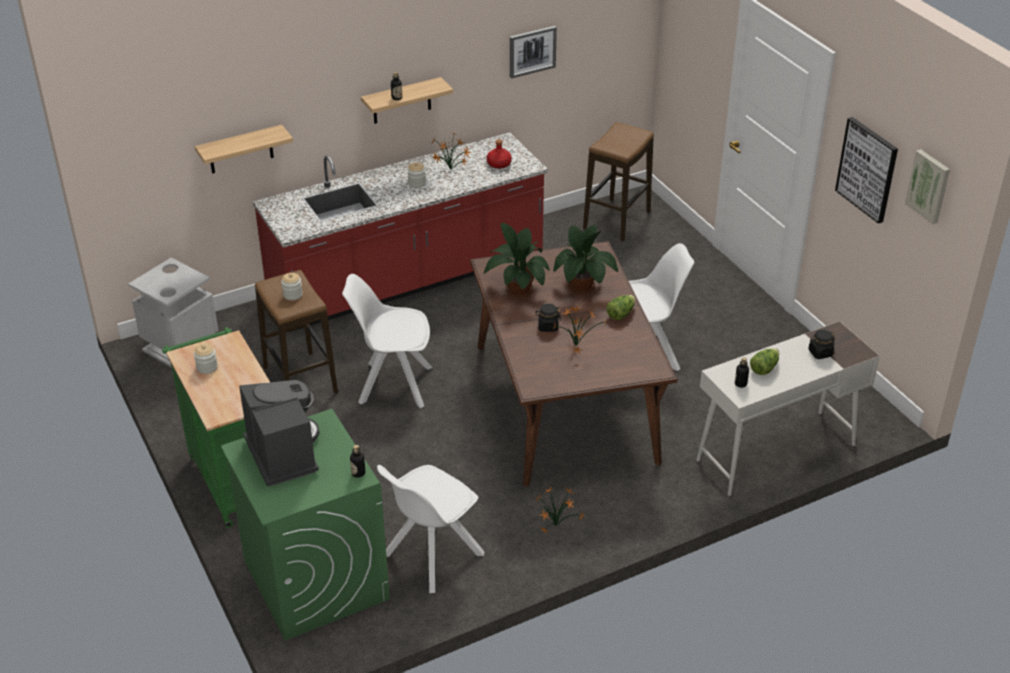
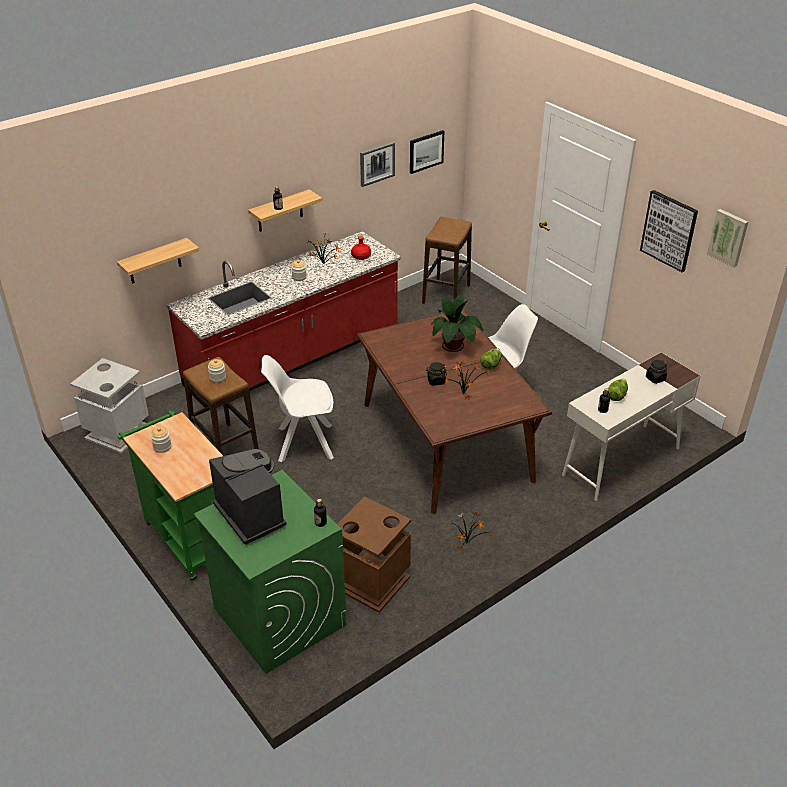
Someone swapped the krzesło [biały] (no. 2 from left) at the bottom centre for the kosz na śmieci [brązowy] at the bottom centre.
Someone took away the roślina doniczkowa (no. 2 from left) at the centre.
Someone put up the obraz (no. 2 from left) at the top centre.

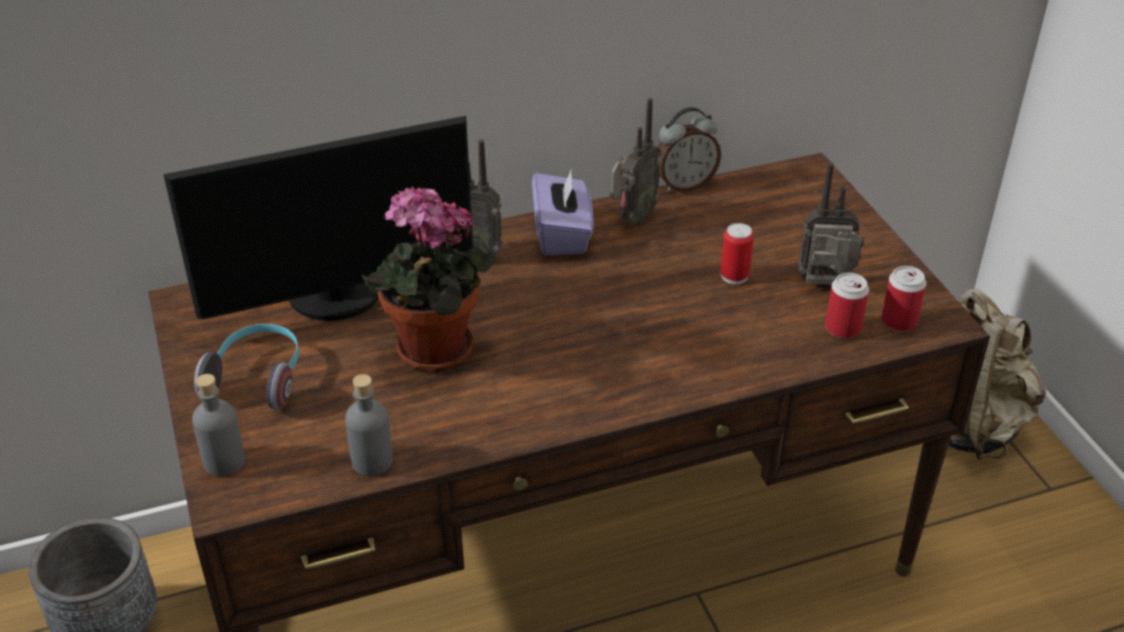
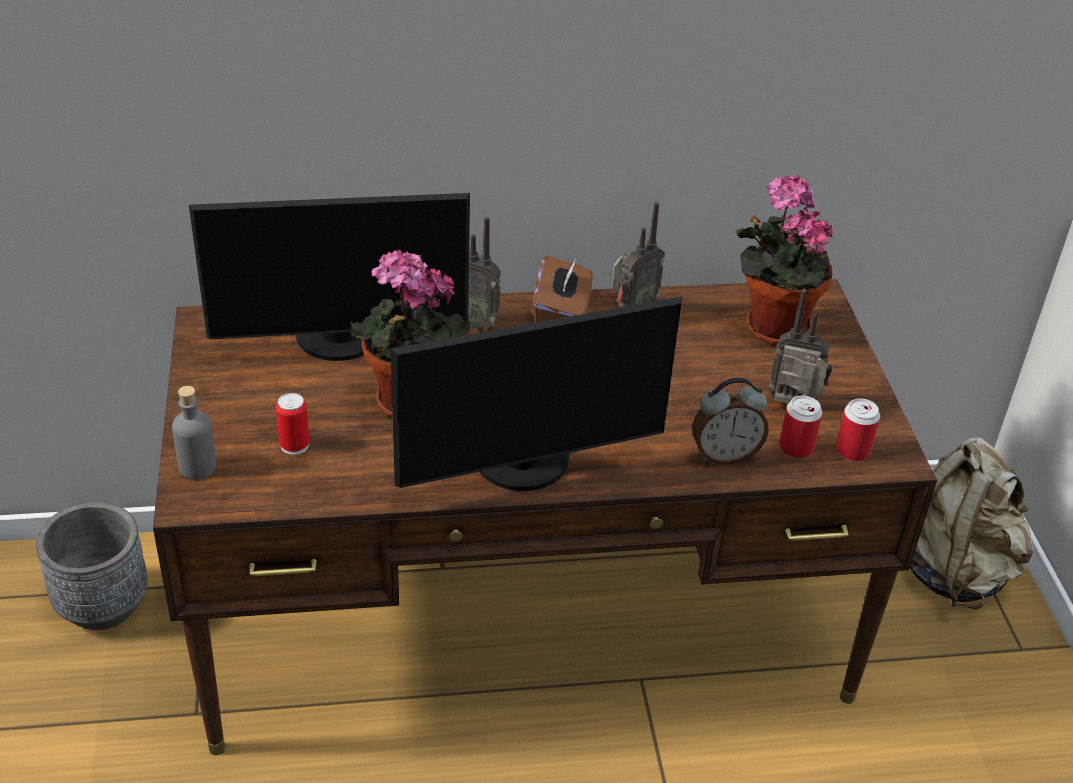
Someone took away the słuchawki at the middle left.
Someone took away the butelka [szary] (no. 2 from left) at the bottom left.
Someone repainted the pudełko chusteczek [fioletowy] at the centre, which became the pudełko chusteczek [brązowy] at the centre.
Someone carried the budzik from the top centre to the middle right.
Someone carried the puszka (no. 1 from left) from the centre to the middle left.
Someone put down the monitor (no. 2 from left) at the centre.
Someone put down the roślina doniczkowa (no. 2 from left) at the top right.

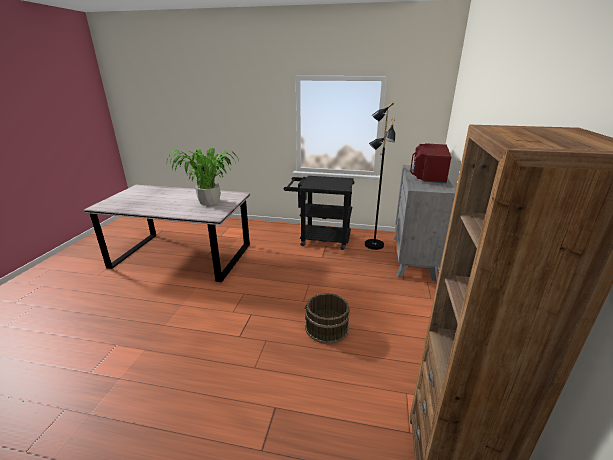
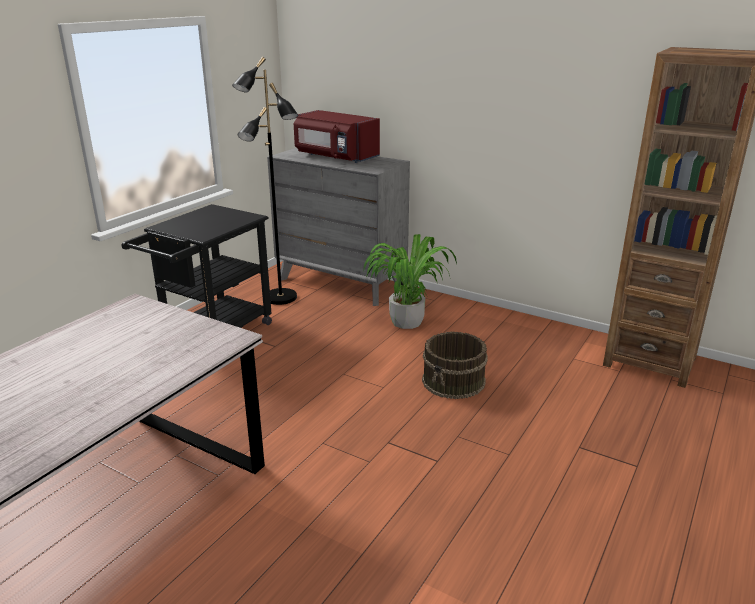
Someone carried the roślina doniczkowa from the middle left to the centre.

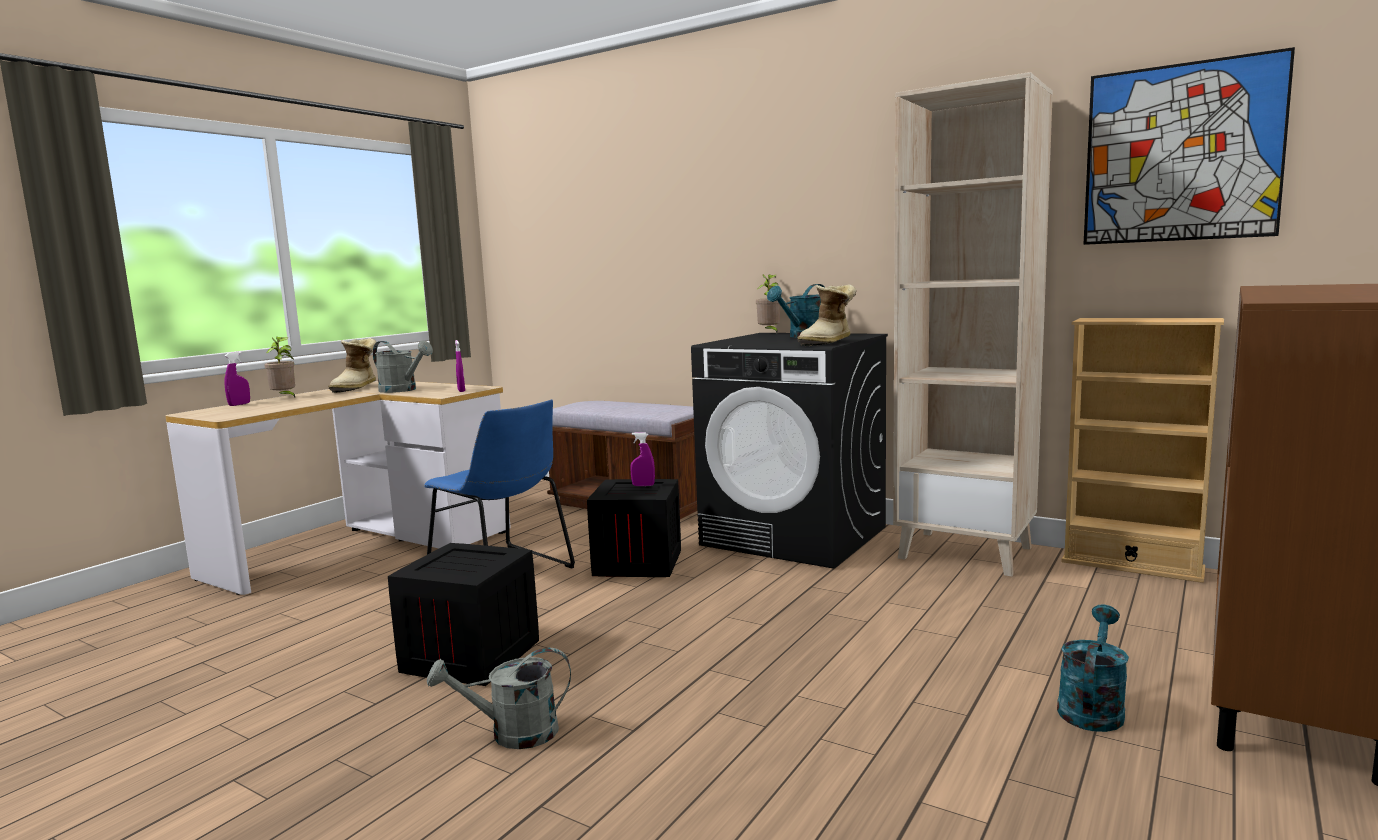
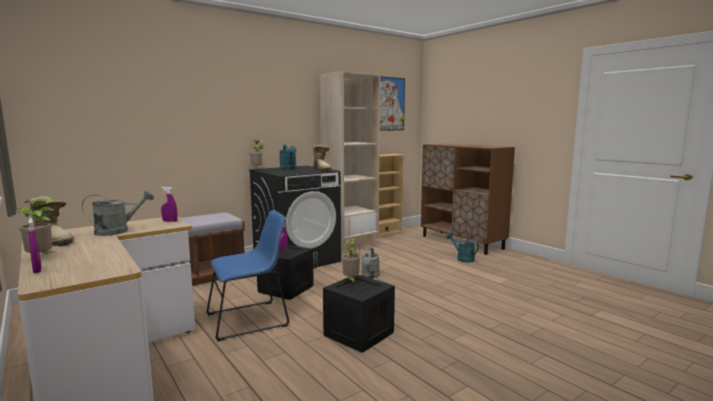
Someone carried the konewka [szary] (no. 2 from left) from the bottom centre to the centre.
Someone put down the roślina doniczkowa (no. 3 from left) at the centre.

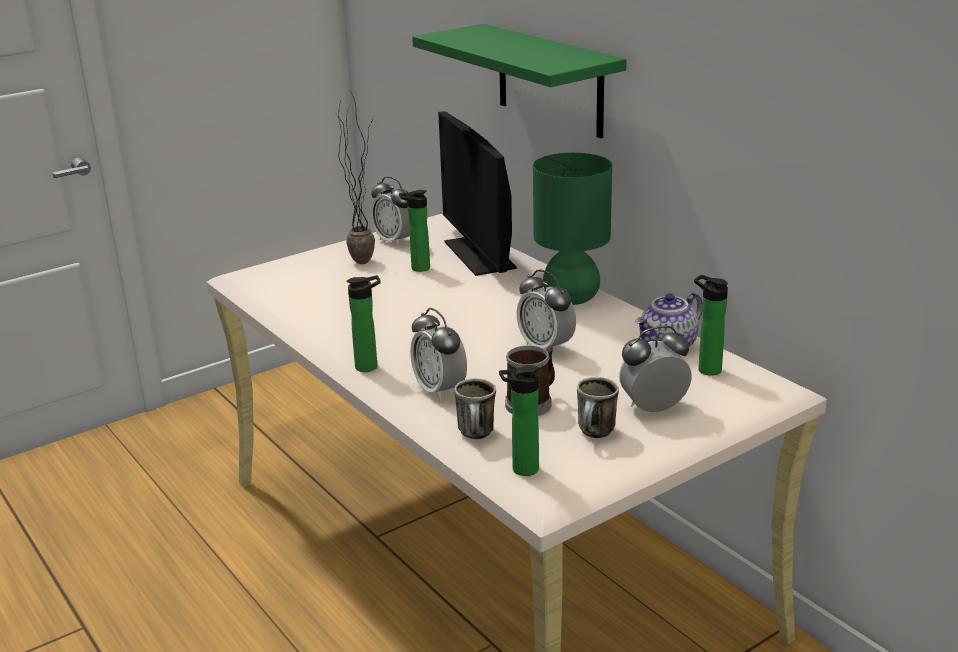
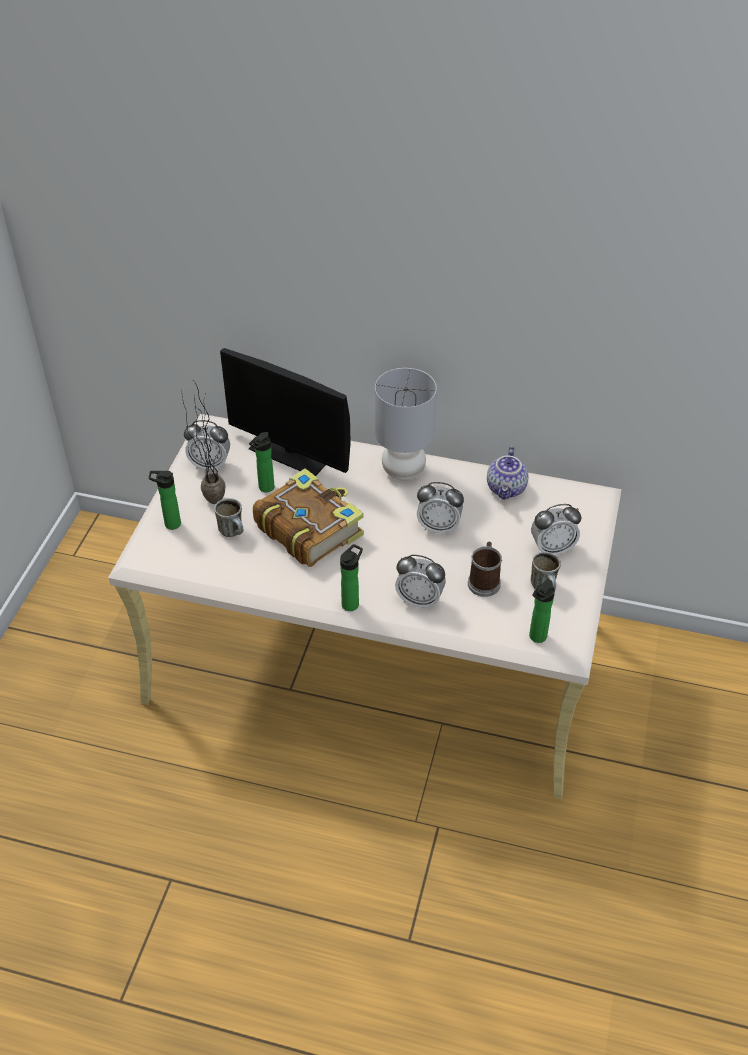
Someone took away the półka [zielony] at the top centre.
Someone carried the kubek (no. 1 from left) from the centre to the middle left.
Someone repainted the lampa stołowa [zielony] at the centre, which became the lampa stołowa [szary] at the centre.
Someone rotated the budzik (no. 4 from left) at the middle right by 135 degrees counterclockwise.
Someone carried the butelka (no. 4 from left in the first image) from the middle right to the middle left.
Someone put down the książka at the centre.

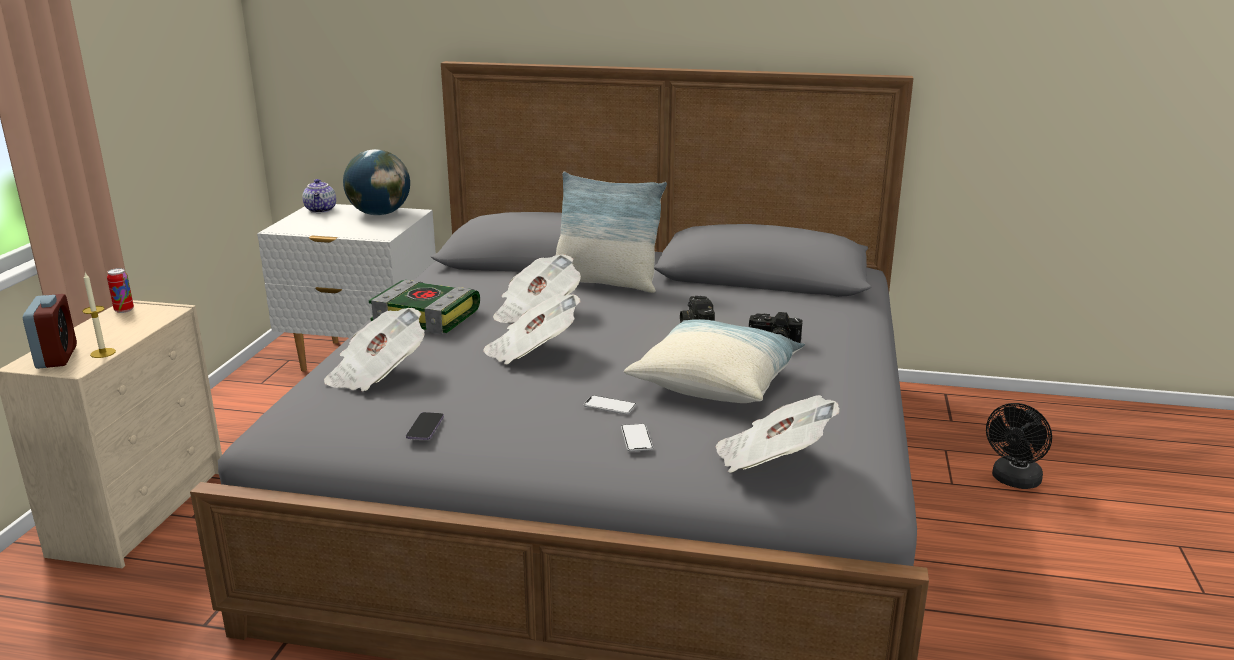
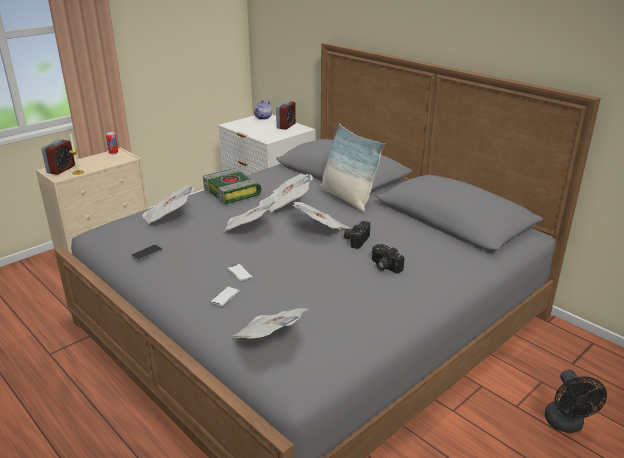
Someone swapped the globus at the top left for the budzik (no. 2 from left) at the top centre.
Someone took away the poduszka (no. 2 from left) at the centre.
Someone rotated the wentylator [czarny] at the bottom right by 75 degrees counterclockwise.
Someone put down the gazeta (no. 5 from left) at the centre.

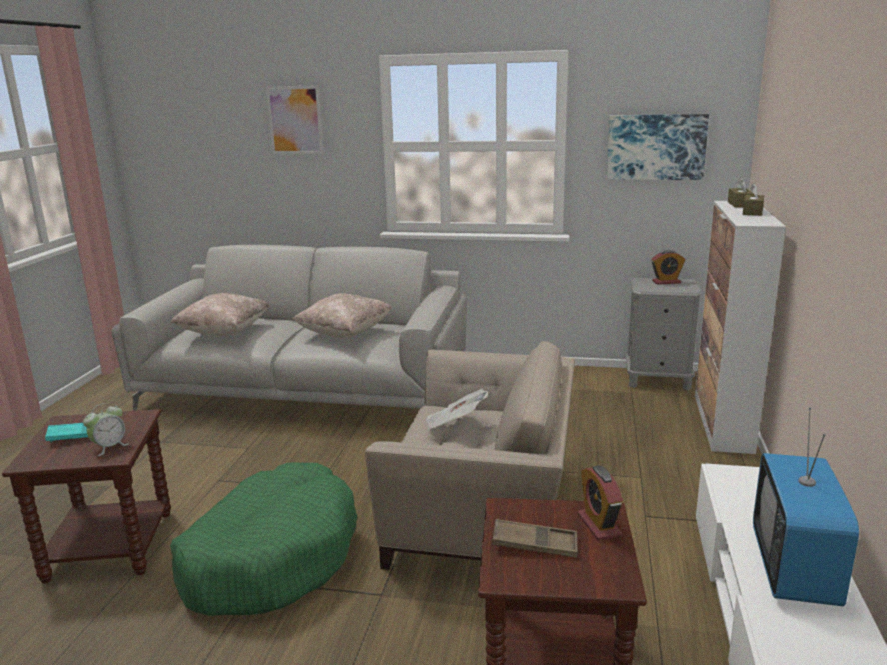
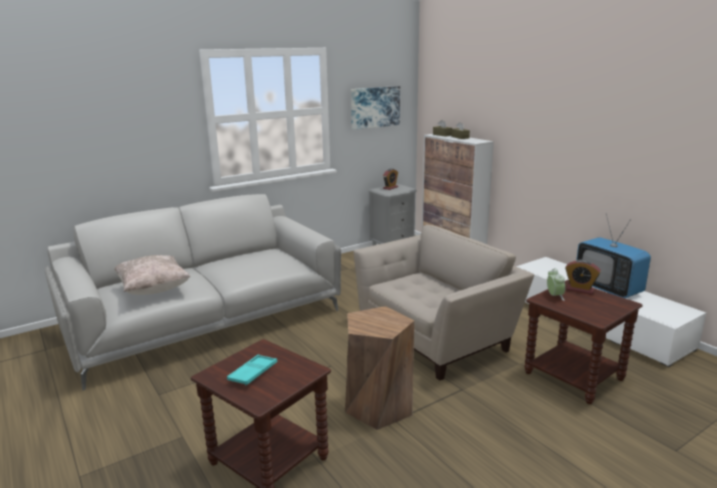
Someone carried the budzik (no. 1 from left in the first image) from the middle left to the middle right.
Someone swapped the legowisko [zielony] at the bottom left for the stołek [brązowy] at the bottom centre.
Someone took away the obraz (no. 1 from left) at the top left.
Someone took away the poduszka [beżowy] (no. 2 from left) at the centre.
Someone took away the gazeta at the centre.
Someone took away the taca [brązowy] at the bottom centre.

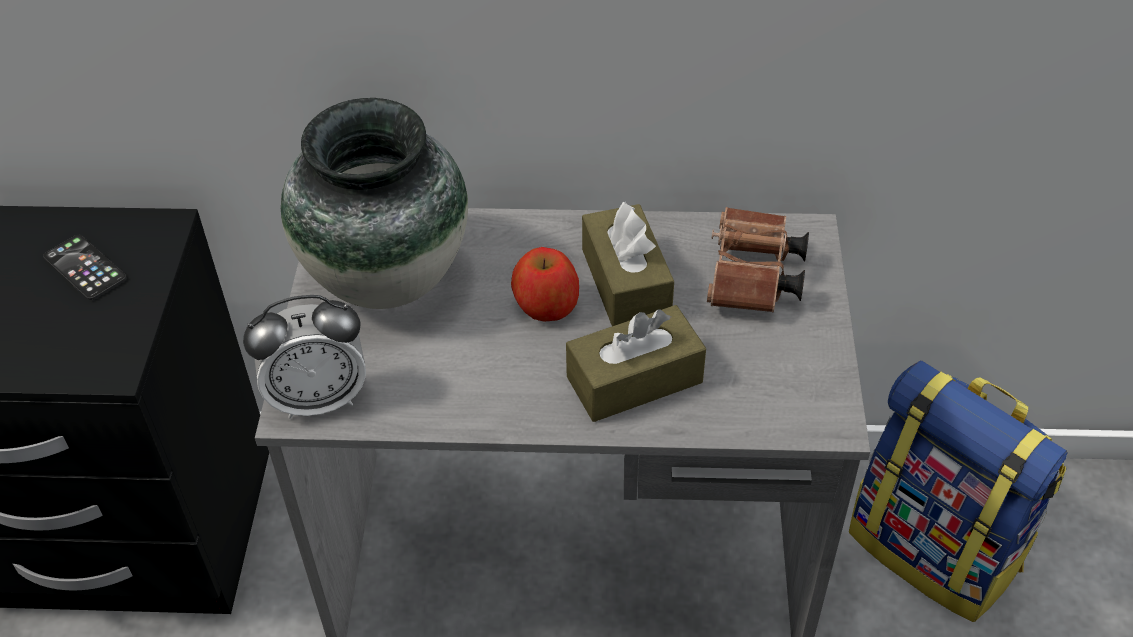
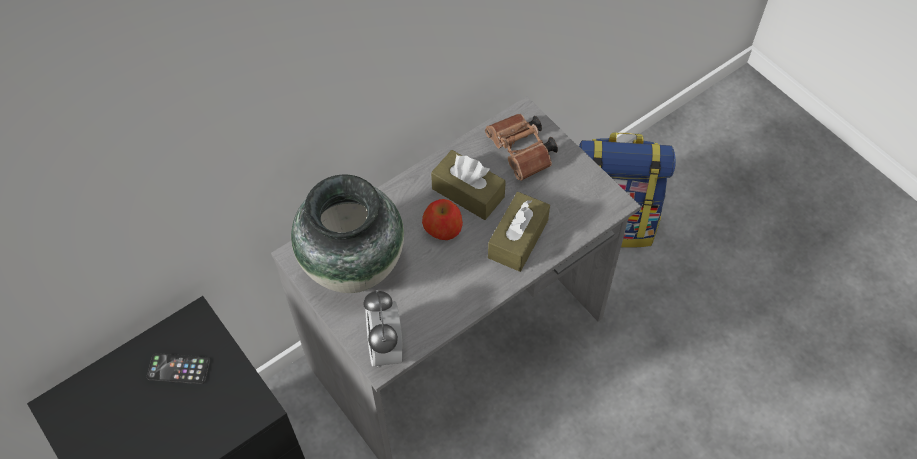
Someone rotated the budzik at the middle left by 135 degrees clockwise.

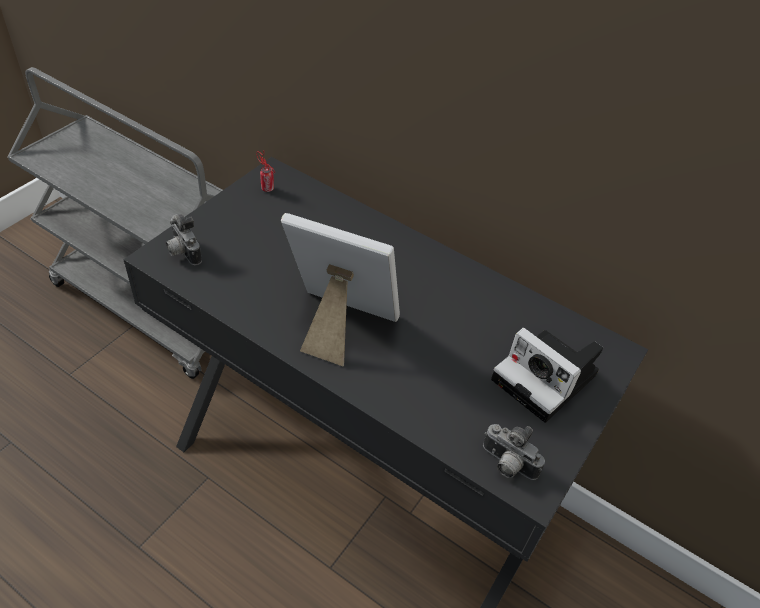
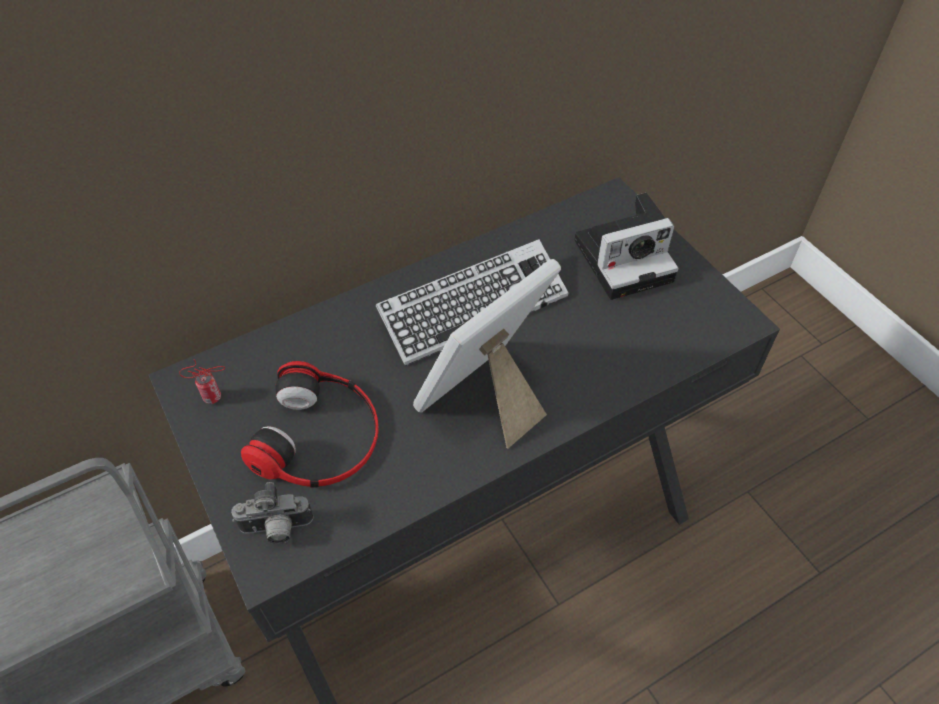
Someone took away the aparat fotograficzny (no. 2 from left) at the bottom right.
Someone put down the słuchawki at the middle left.
Someone put down the klawiatura at the centre.

